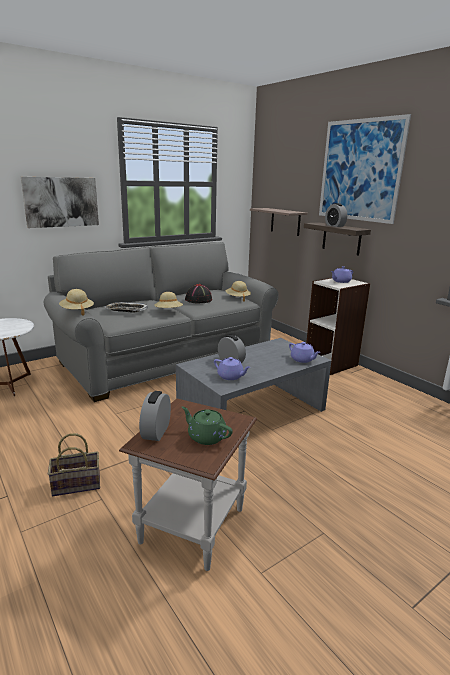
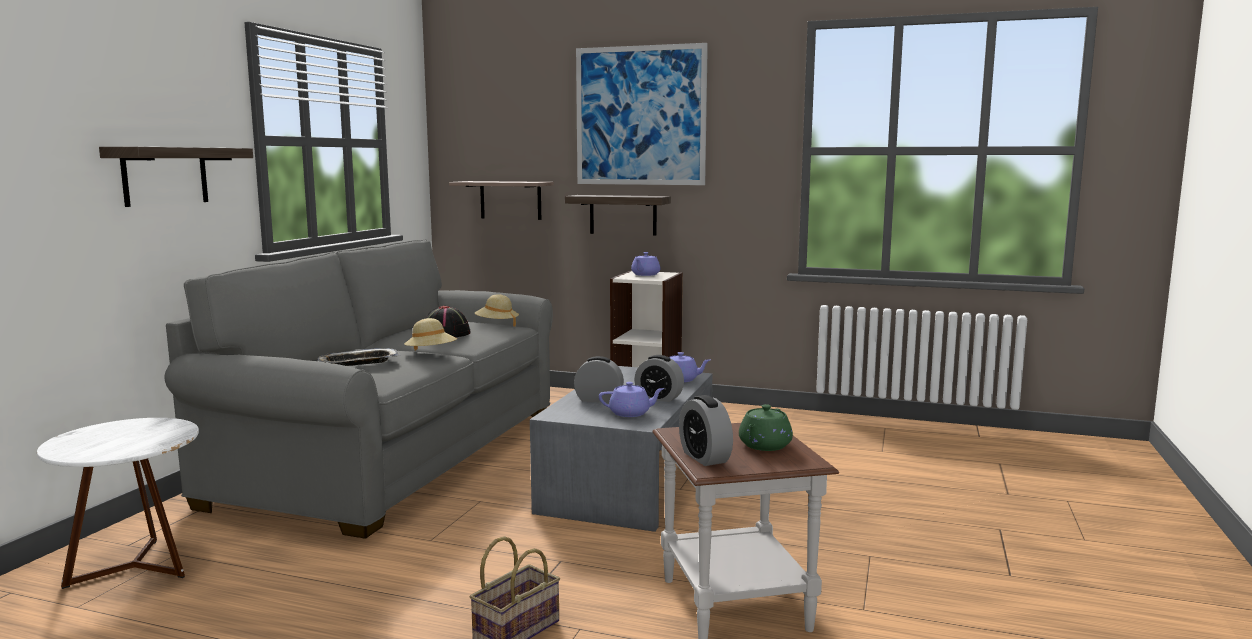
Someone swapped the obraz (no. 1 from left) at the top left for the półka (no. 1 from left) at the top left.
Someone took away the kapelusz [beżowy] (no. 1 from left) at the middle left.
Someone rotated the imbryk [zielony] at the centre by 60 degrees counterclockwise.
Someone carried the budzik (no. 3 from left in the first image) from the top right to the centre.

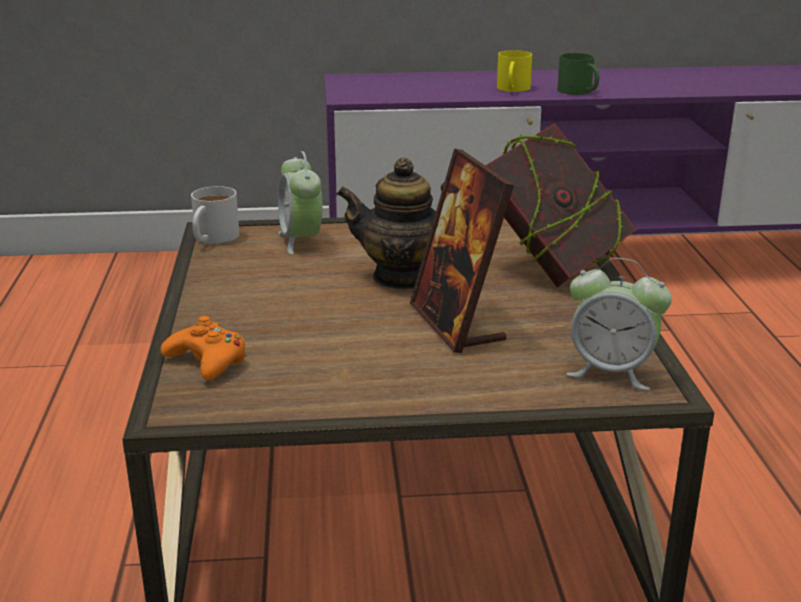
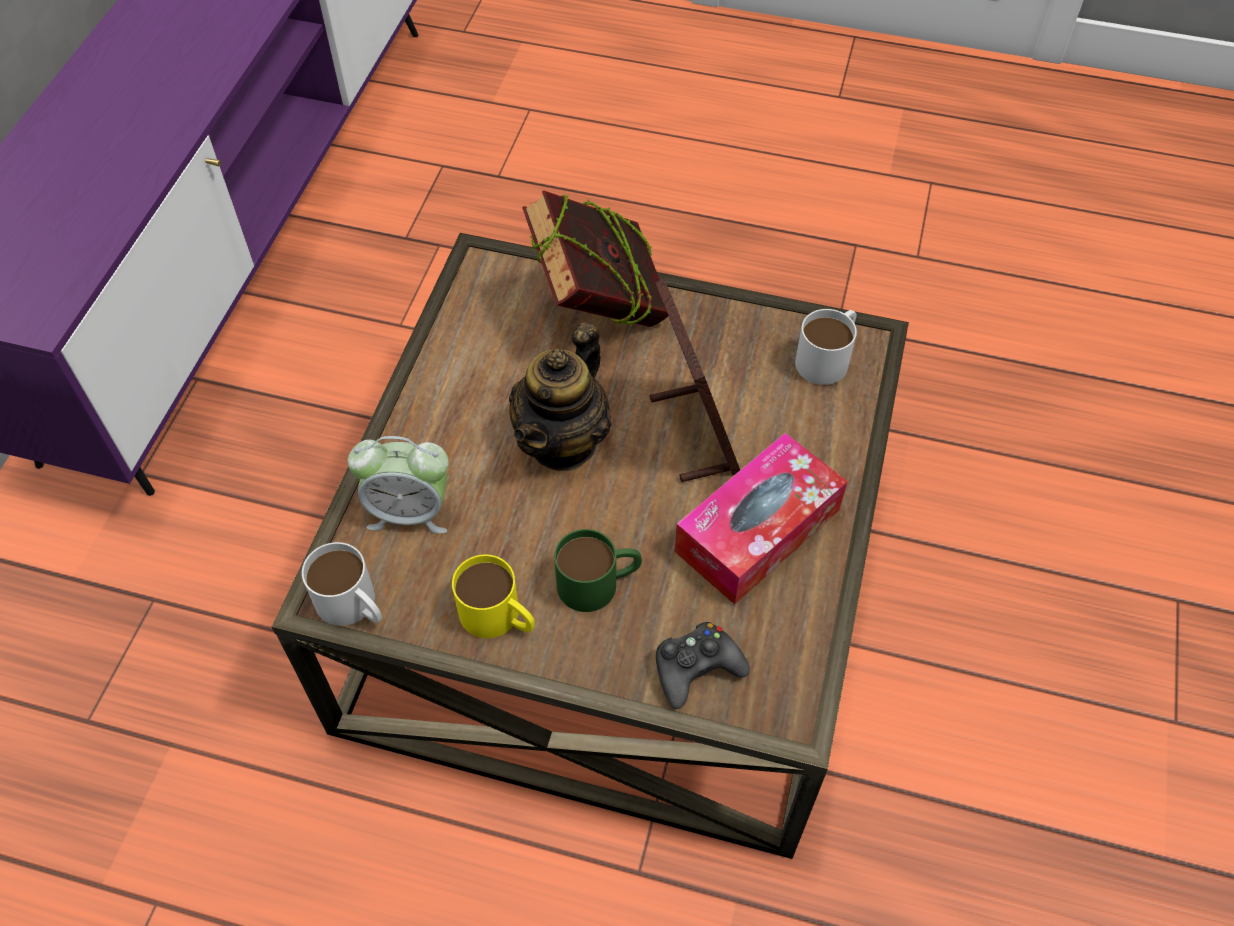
Someone repainted the pad do gier [pomarańczowy] at the middle left, which became the pad do gier [czarny] at the bottom centre.
Someone rotated the ramka na zdjęcie at the centre by 105 degrees counterclockwise.
Someone carried the kubek [żółty] from the top centre to the centre.
Someone carried the kubek [zielony] from the top right to the centre.
Someone swapped the budzik (no. 2 from left) at the middle right for the kubek [biały] (no. 2 from left) at the middle right.
Someone put down the pudełko chusteczek at the centre.

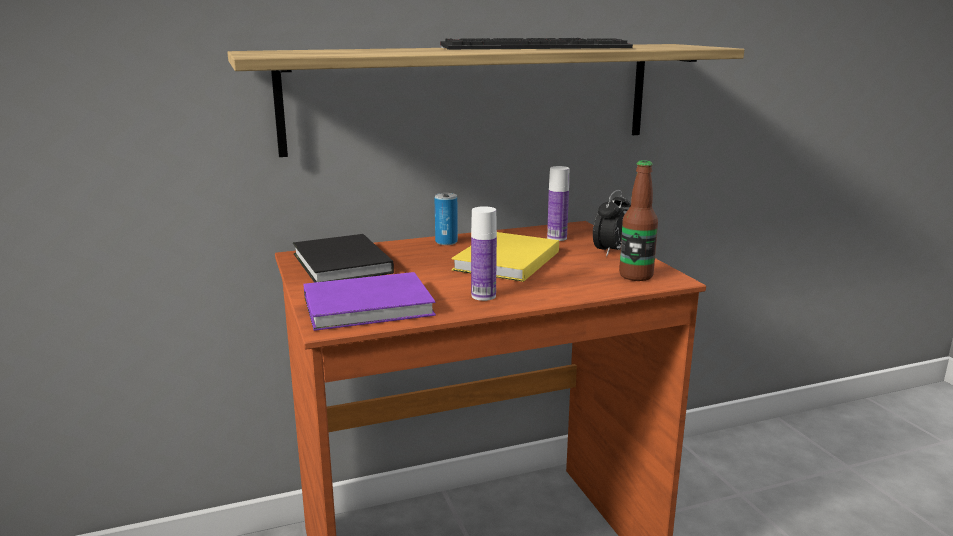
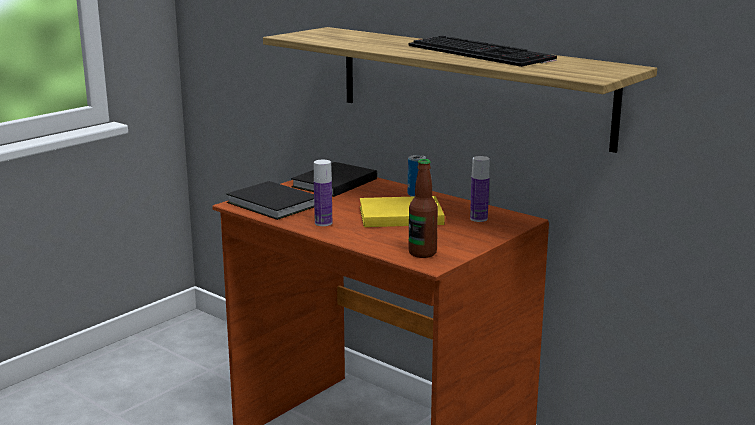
Someone repainted the książka [fioletowy] at the centre, which became the książka [czarny] (no. 1 from left) at the centre.
Someone took away the budzik at the centre.

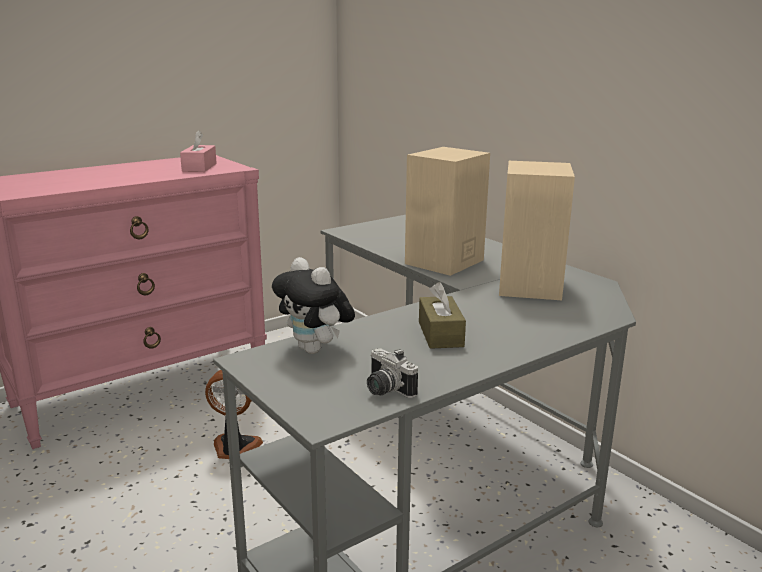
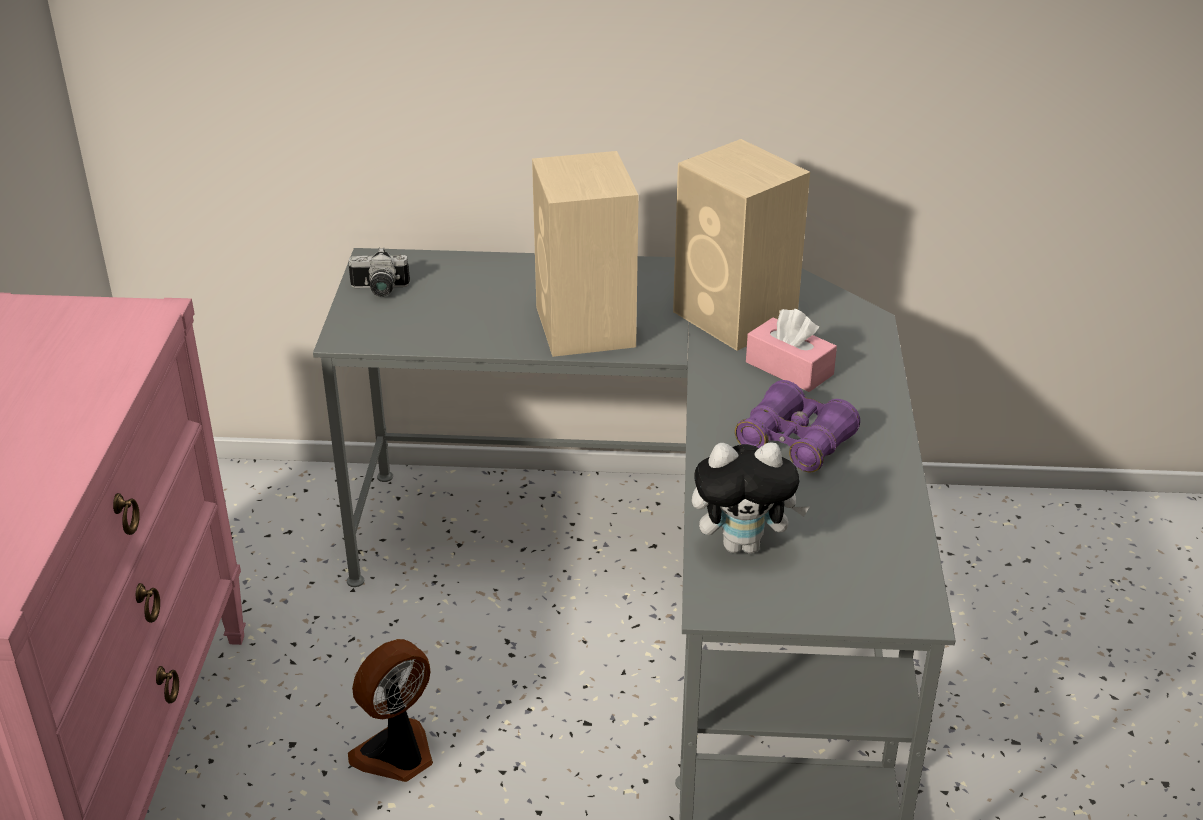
Someone carried the pudełko chusteczek [różowy] from the top left to the centre.
Someone carried the aparat fotograficzny from the centre to the top left.
Someone swapped the pudełko chusteczek [brązowy] at the centre for the lornetka [fioletowy] at the centre.

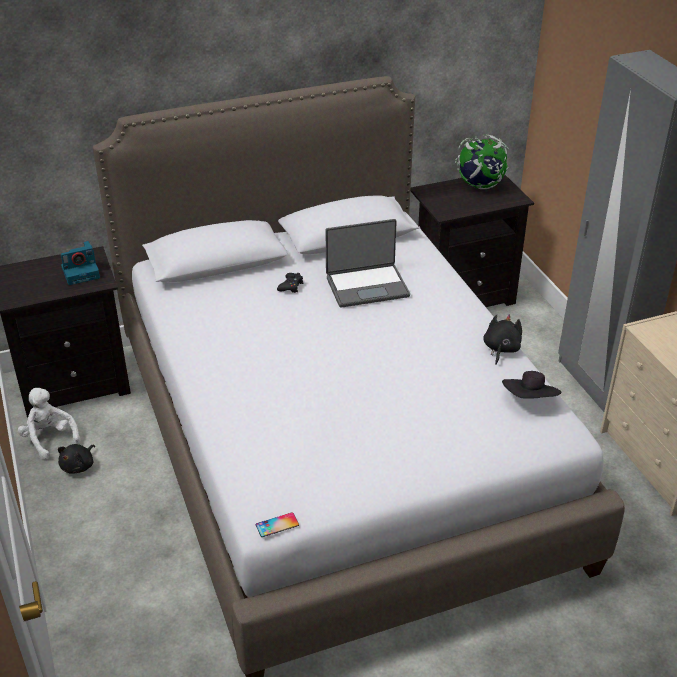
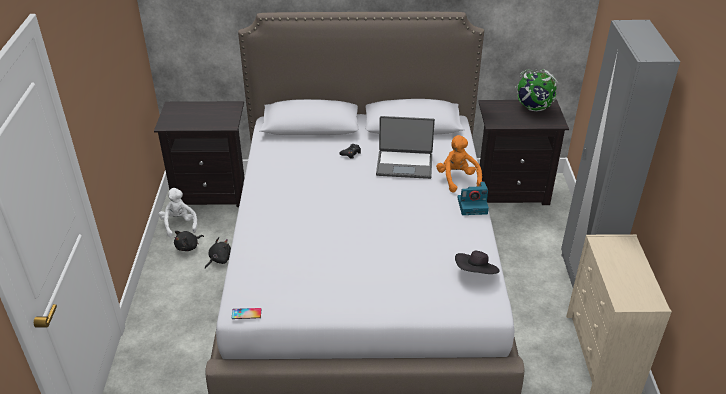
Someone carried the aparat fotograficzny from the middle left to the centre.
Someone carried the pluszak [czarny] (no. 2 from left) from the middle right to the middle left.
Someone put down the pluszak [pomarańczowy] at the centre.

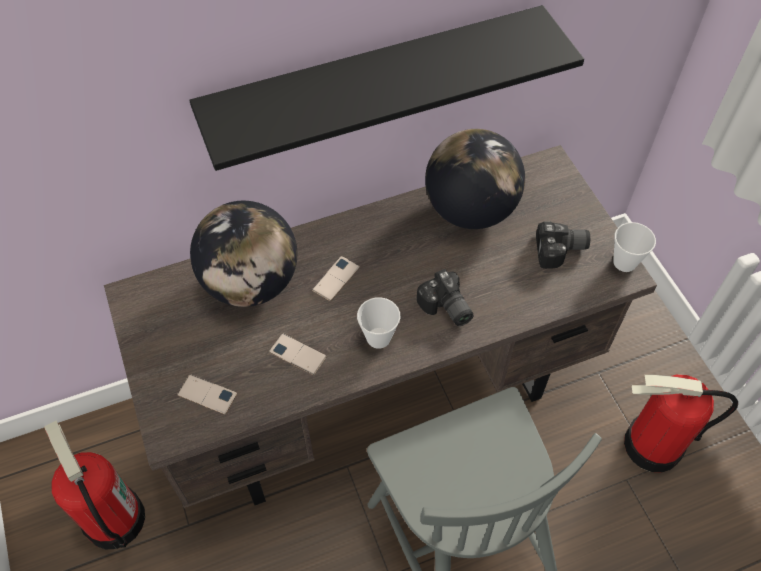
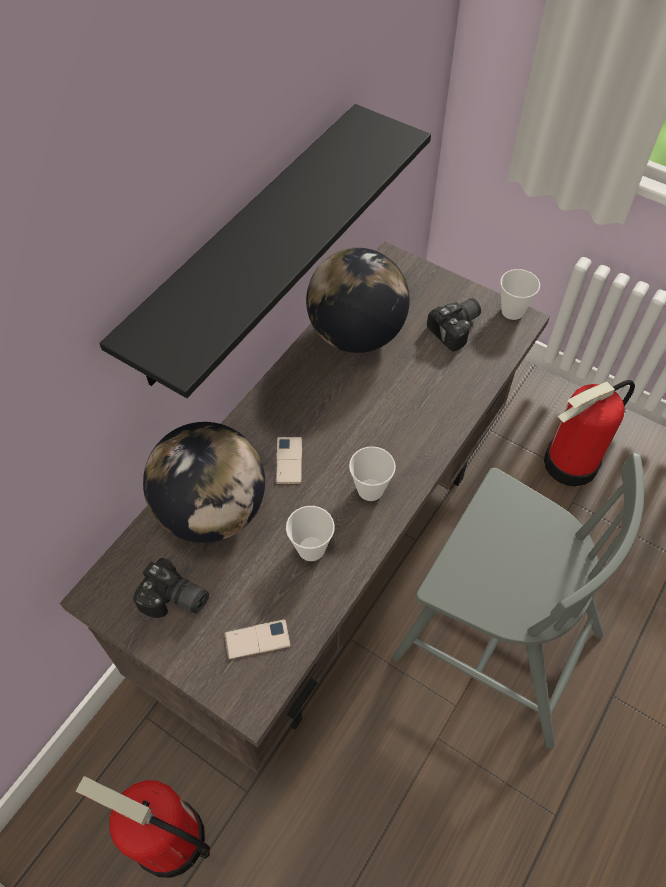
Someone swapped the telefon (no. 2 from left) at the centre for the filiżanka (no. 1 from left) at the centre.
Someone carried the aparat fotograficzny (no. 1 from left) from the centre to the middle left.

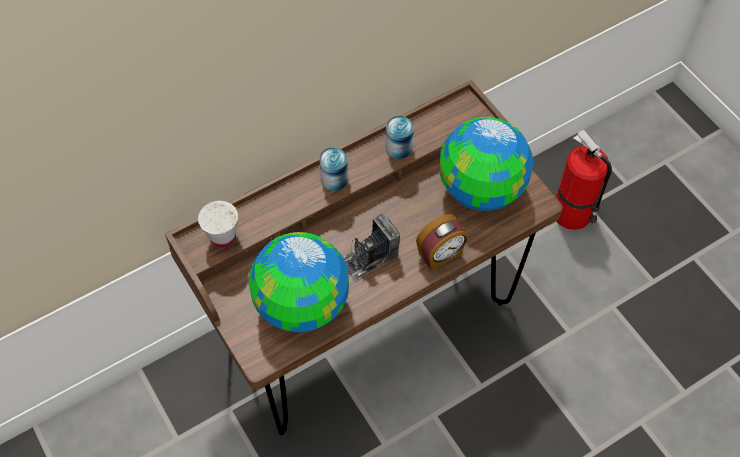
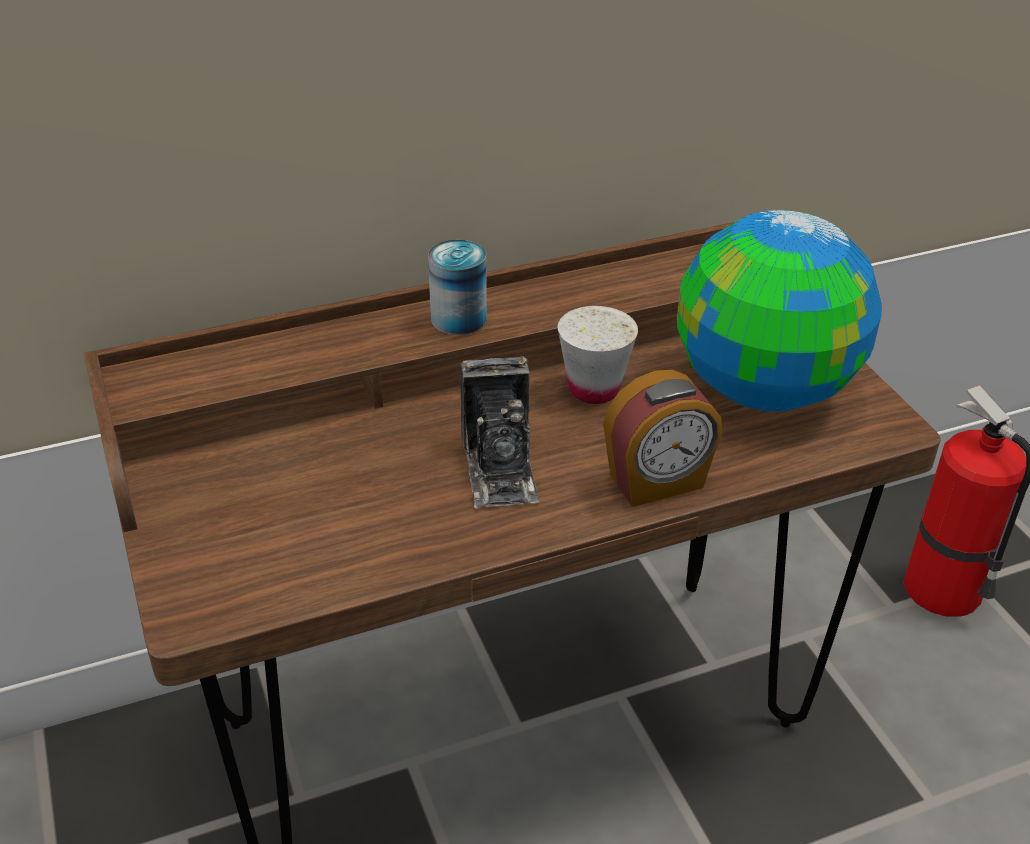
Someone carried the filiżanka [biały] from the middle left to the centre.
Someone took away the globus (no. 1 from left) at the centre.
Someone rotated the aparat fotograficzny at the centre by 75 degrees counterclockwise.
Someone took away the puszka (no. 2 from left) at the top centre.

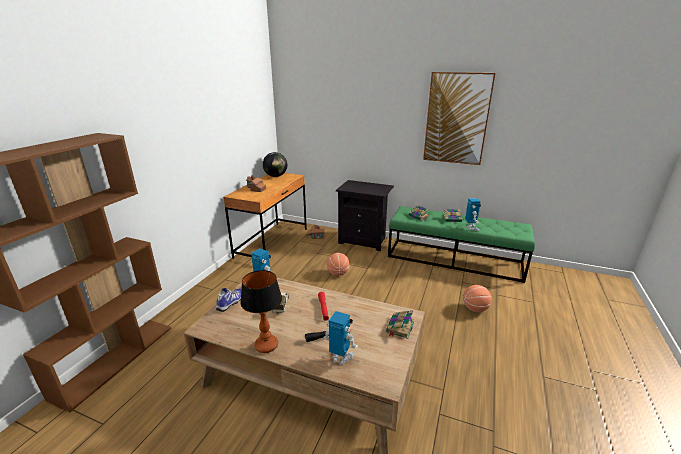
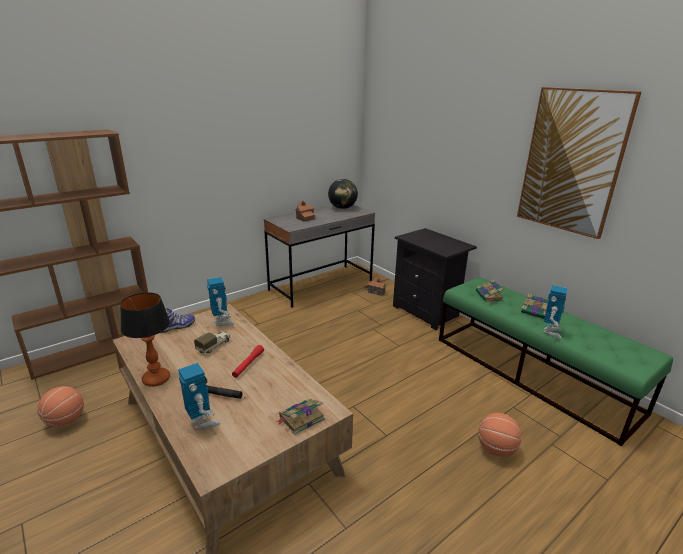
Someone repainted the biurko [brązowy] at the centre, which became the biurko [szary] at the centre.
Someone carried the piłka do koszykówki (no. 1 from left) from the centre to the bottom left.

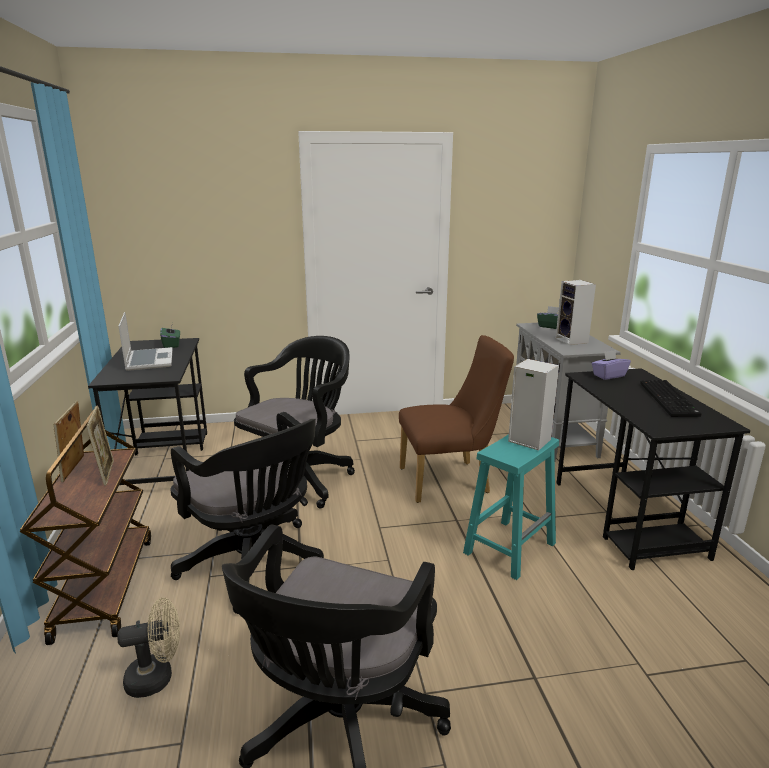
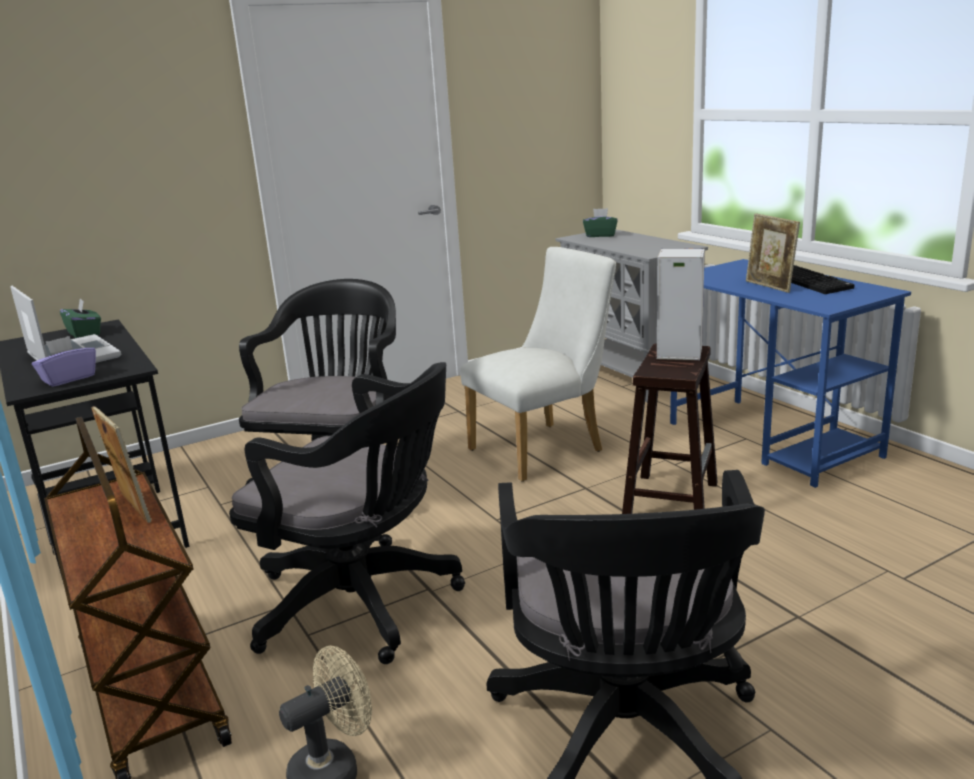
Someone carried the ramka na zdjęcie (no. 1 from left in the first image) from the middle left to the top right.
Someone repainted the krzesło [brązowy] at the centre, which became the krzesło [biały] at the centre.
Someone repainted the stołek [turkusowy] at the centre, which became the stołek [brązowy] at the middle right.
Someone took away the głośnik (no. 2 from left) at the middle right.
Someone repainted the biurko [czarny] (no. 2 from left) at the middle right, which became the biurko [niebieski] at the middle right.
Someone carried the pudełko chusteczek [fioletowy] from the middle right to the middle left.

